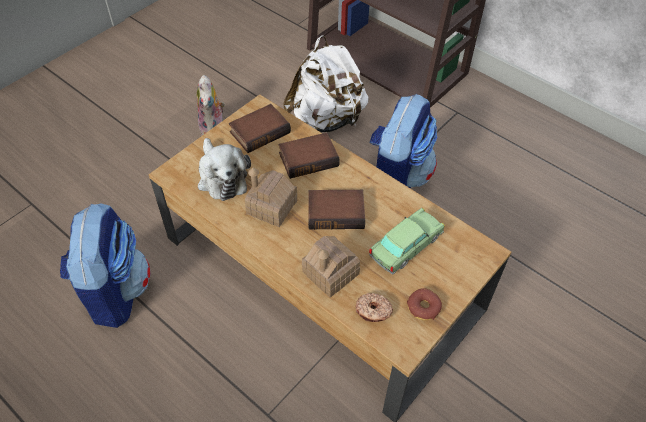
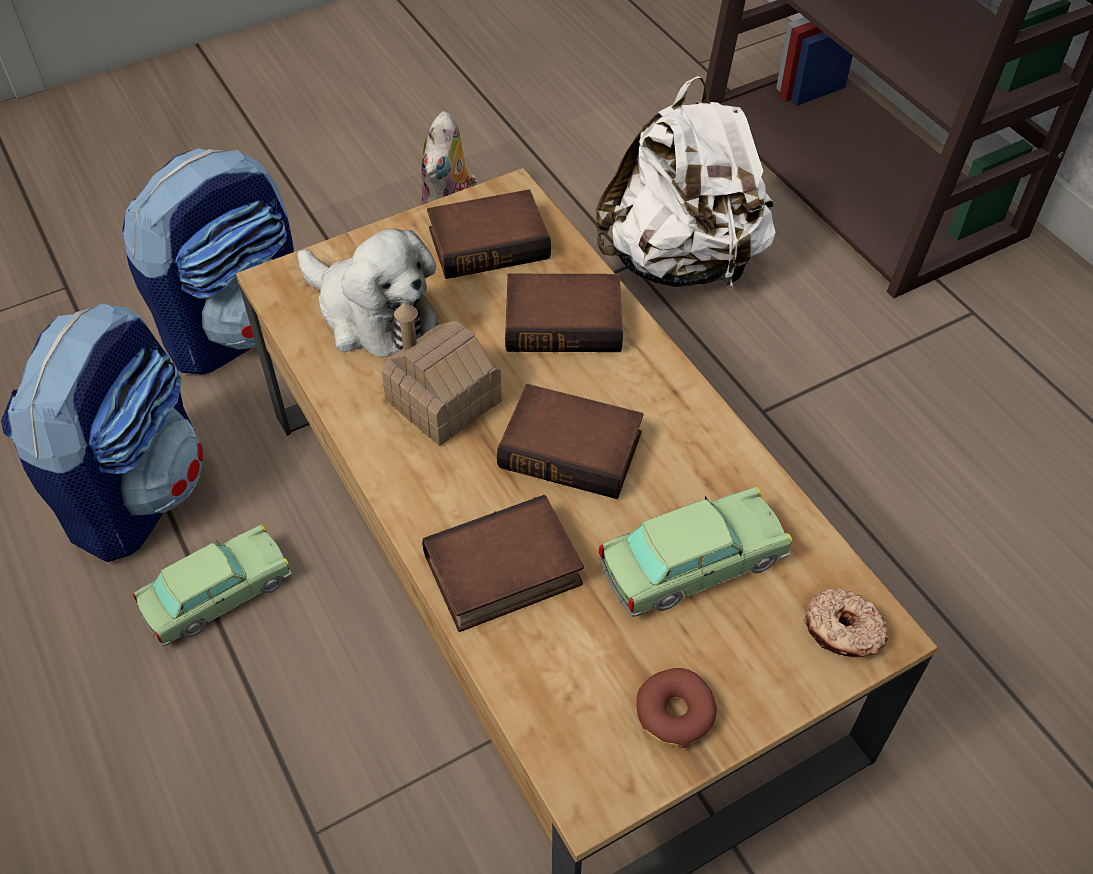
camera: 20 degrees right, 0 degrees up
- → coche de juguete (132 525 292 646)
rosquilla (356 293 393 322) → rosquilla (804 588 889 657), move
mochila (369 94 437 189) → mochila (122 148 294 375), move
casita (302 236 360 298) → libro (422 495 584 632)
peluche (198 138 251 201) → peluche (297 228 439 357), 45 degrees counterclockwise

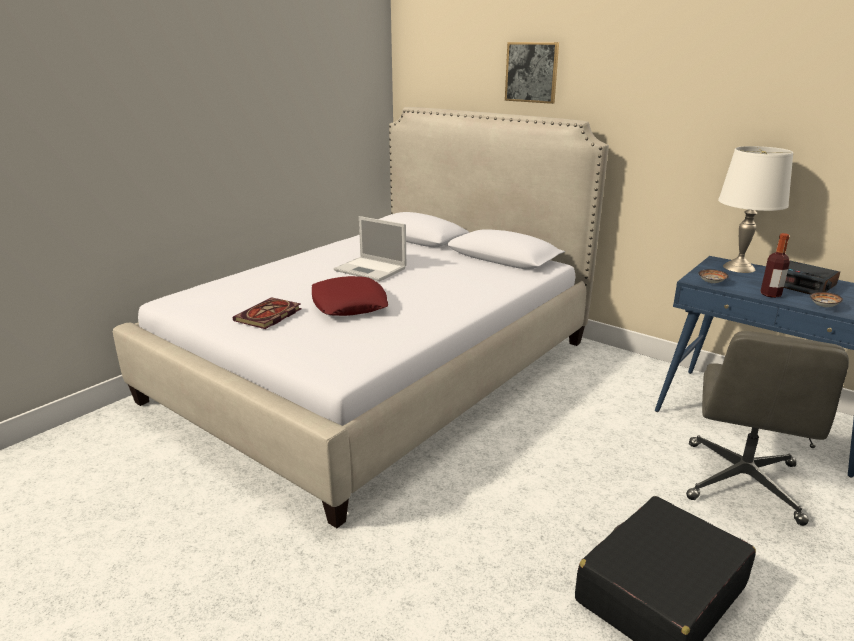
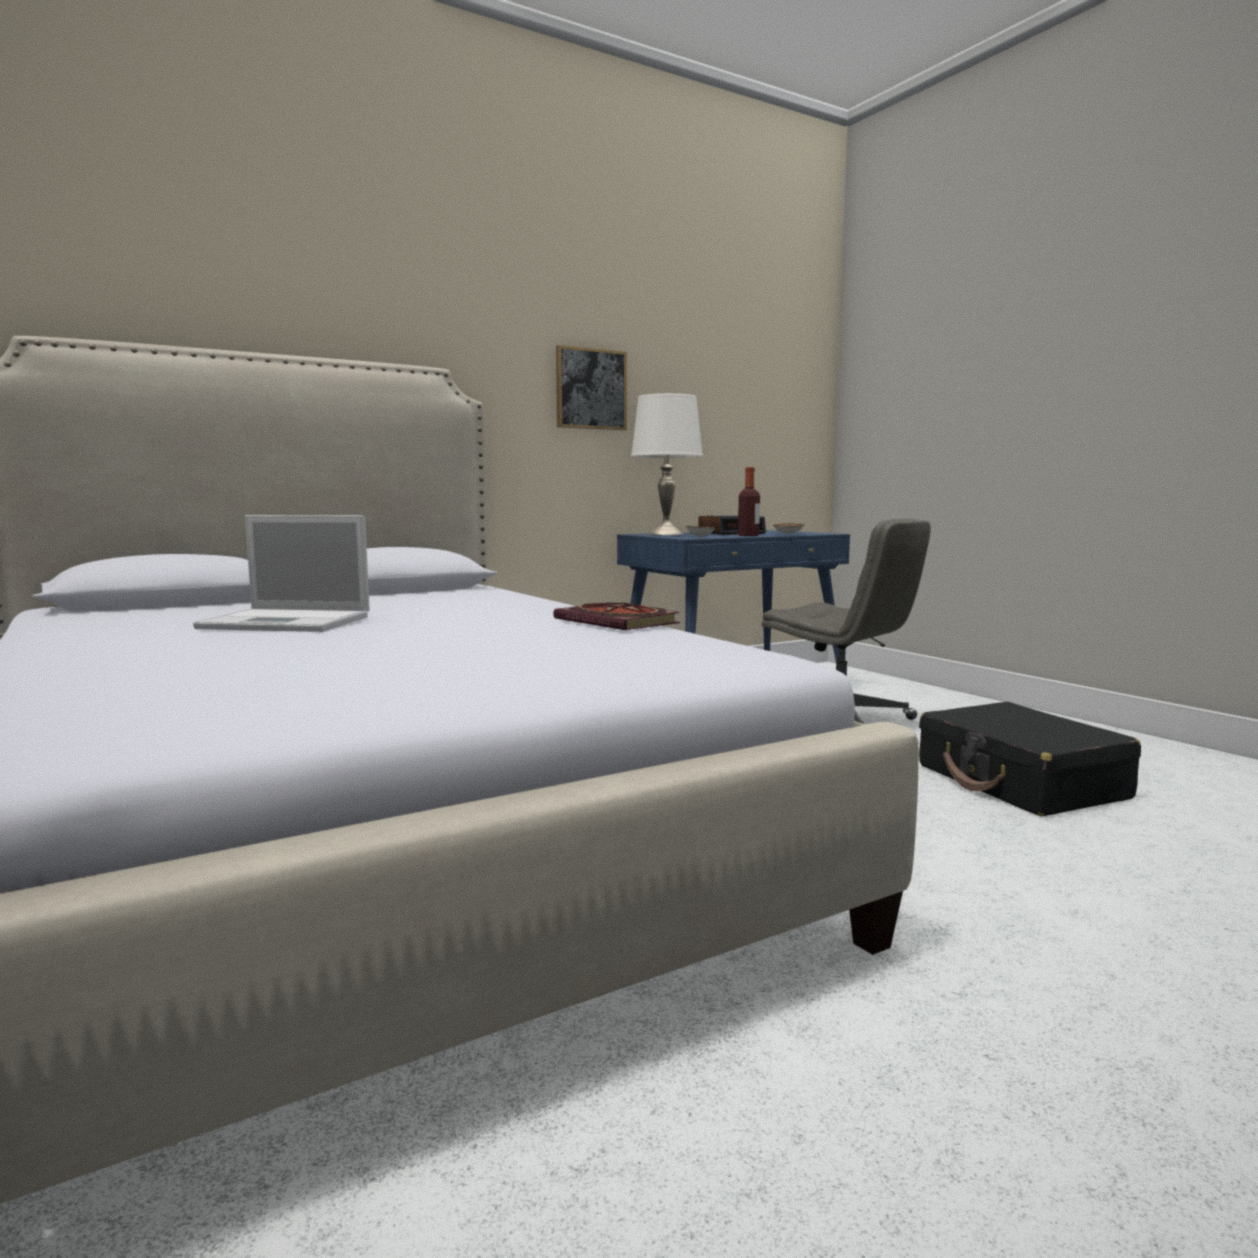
camera: 70 degrees left, 15 degrees down
cojín/rojo (312 276 388 316) → -
libro (233 297 302 329) → libro (553 602 680 630), move
cuadro (505 42 559 104) → cuadro (556 345 627 430), move
portátil (334 216 406 281) → portátil (193 515 370 632), 45 degrees clockwise

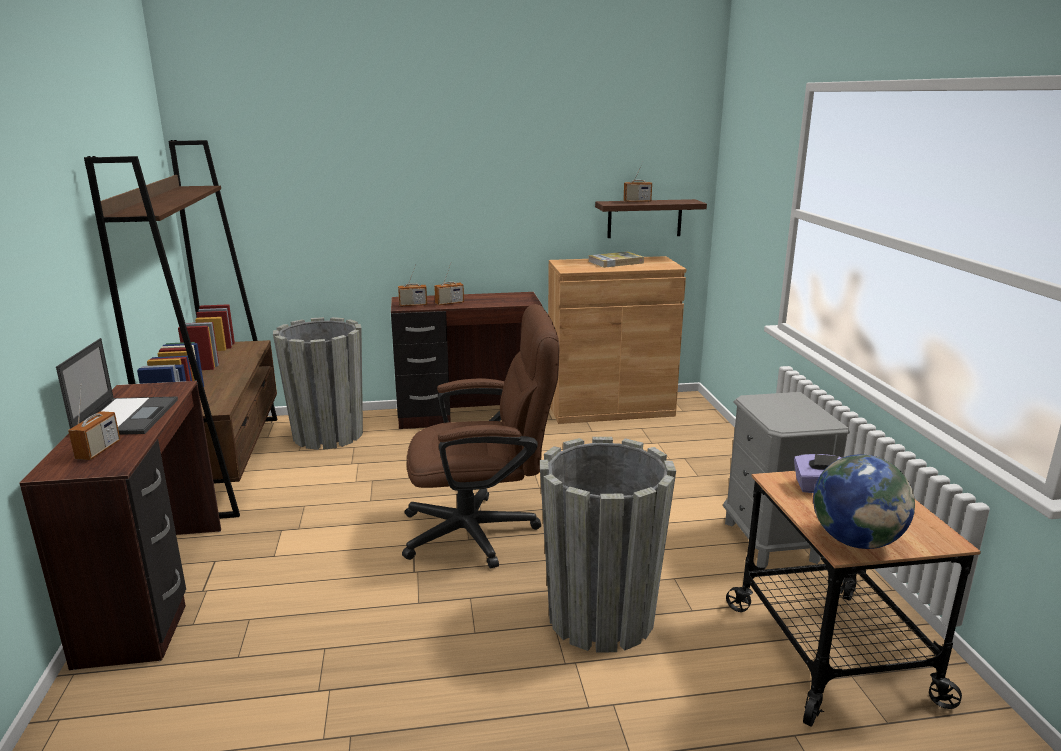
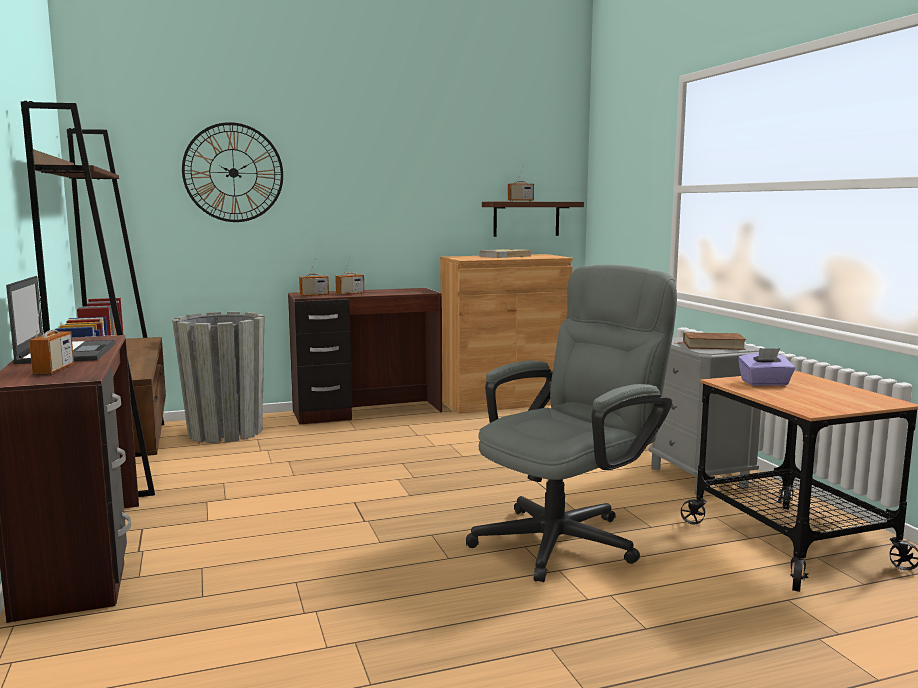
camera: 10 degrees left, 10 degrees down
silla de oficina/marrón (402 304 559 569) → -
globo terráqueo (813 454 915 549) → -
- → reloj de pared (182 122 283 222)
- → libro/marrón (676 332 746 350)
maceta/gris (540 437 676 652) → silla de oficina/gris (466 265 677 582)

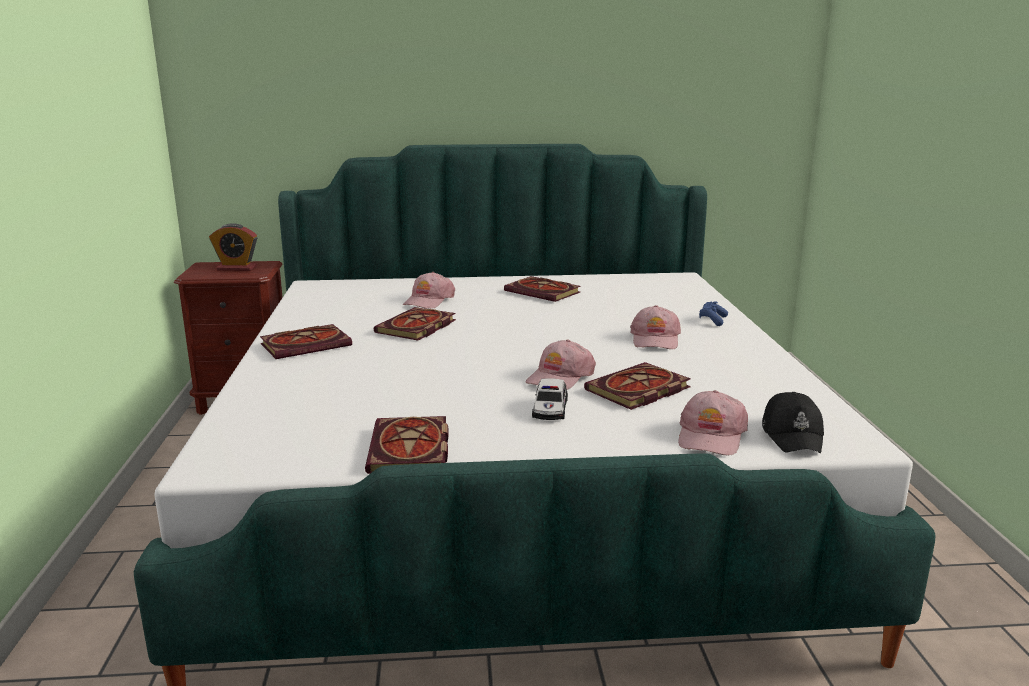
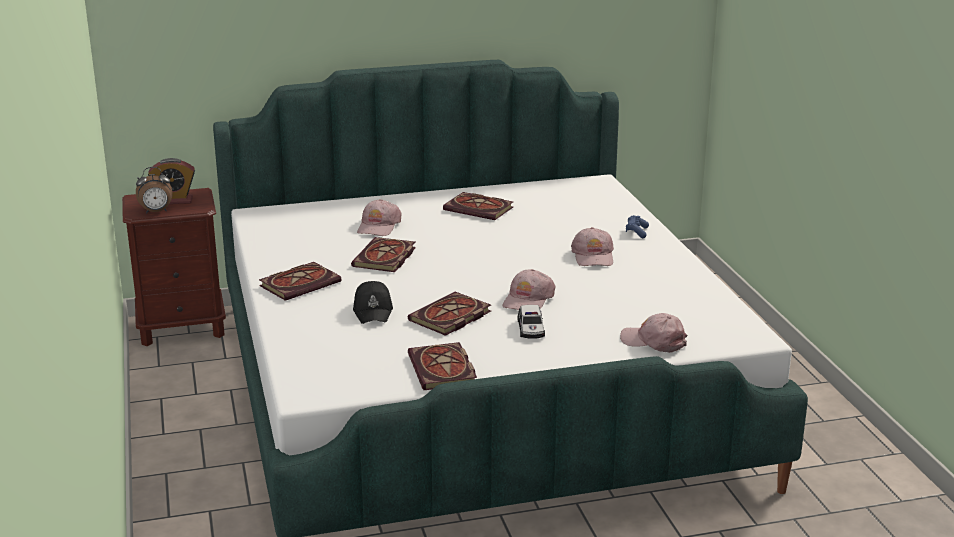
camera: 10 degrees left, 5 degrees up
- → despertador (136 167 173 214)
libro (584 362 691 410) → libro (408 292 491 336), move
gorra/negro (762 392 824 453) → gorra/negro (353 281 393 324), move
gorra/rosa (678 390 748 455) → gorra/rosa (620 313 687 353), 105 degrees clockwise

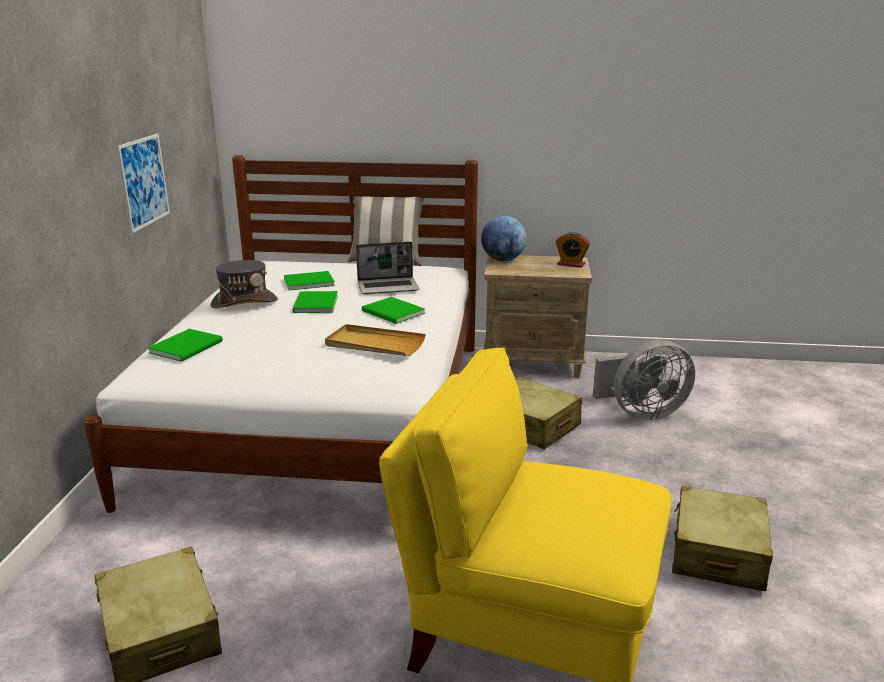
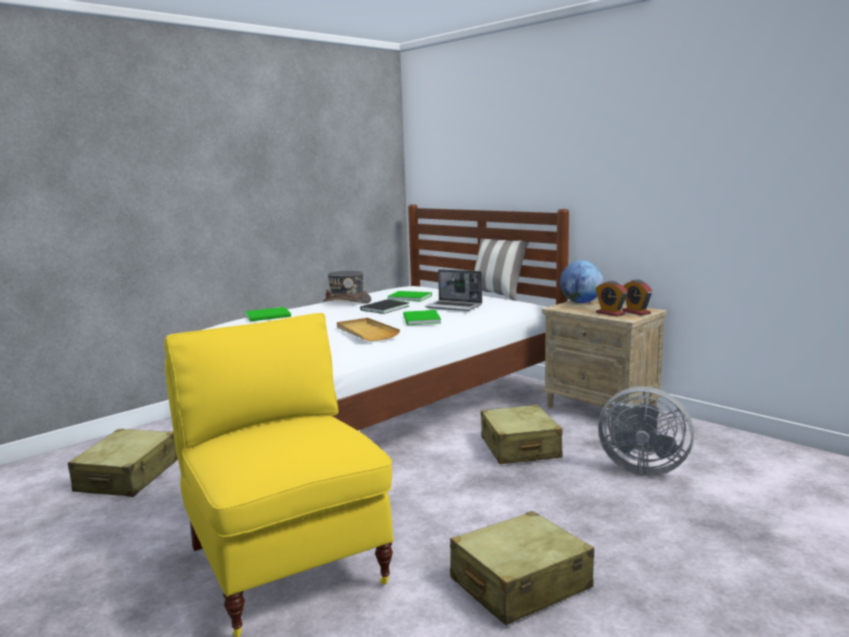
camera: 40 degrees right, 10 degrees down
cuadro (116 134 170 233) → -
- → despertador (596 281 628 316)
libro/verde (292 291 338 313) → libro/negro (360 300 409 314)

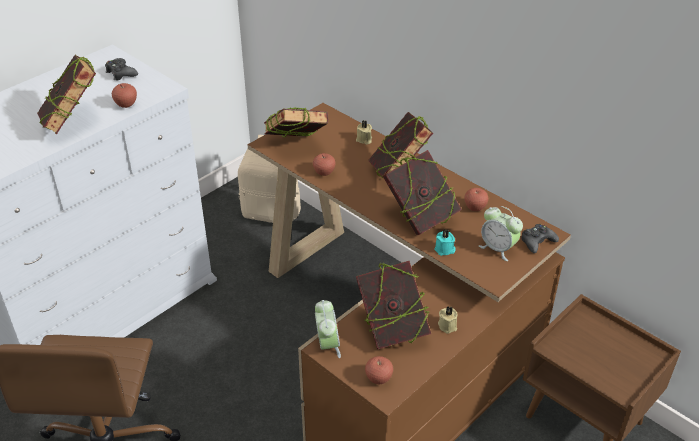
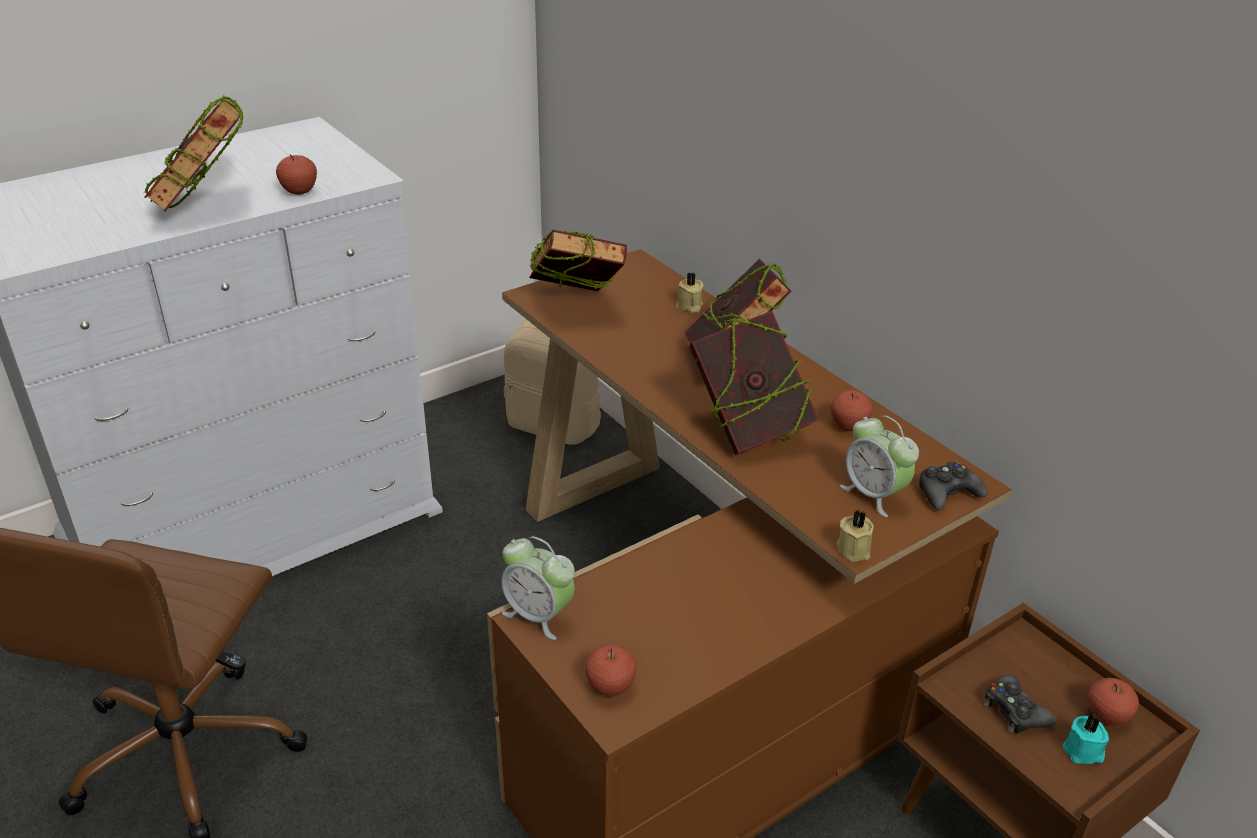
camera: 10 degrees right, 5 degrees down
libro (356 261 431 349) → -
mando de consola/negro (105 58 138 81) → mando de consola/negro (984 675 1056 733), move
manzana (313 153 335 176) → manzana (1088 678 1139 725), move
vela/turquesa (434 229 456 256) → vela/turquesa (1063 715 1109 764), move
vela/beis (438 306 458 334) → vela/beis (837 510 874 562), move
despertador (315 300 341 358) → despertador (501 536 575 640), 120 degrees clockwise

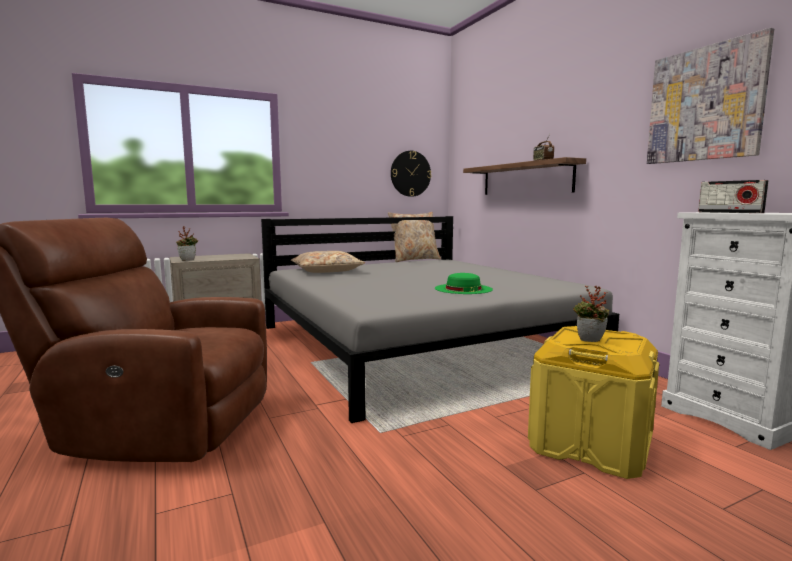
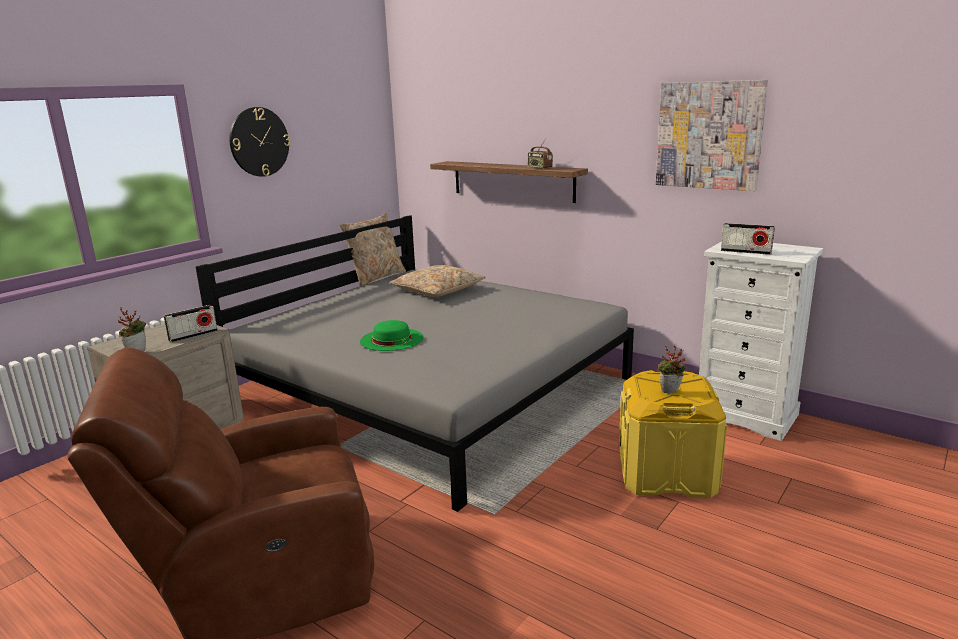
camera: 25 degrees left, 10 degrees up
- → radio (164 305 217 342)
cojín/beis (291 251 365 273) → cojín/beis (389 265 486 297), move
reloj de pared (391 151 431 197) → reloj de pared (229 107 290 177), move
sombrero/verde (435 273 493 294) → sombrero/verde (360 320 423 351), move

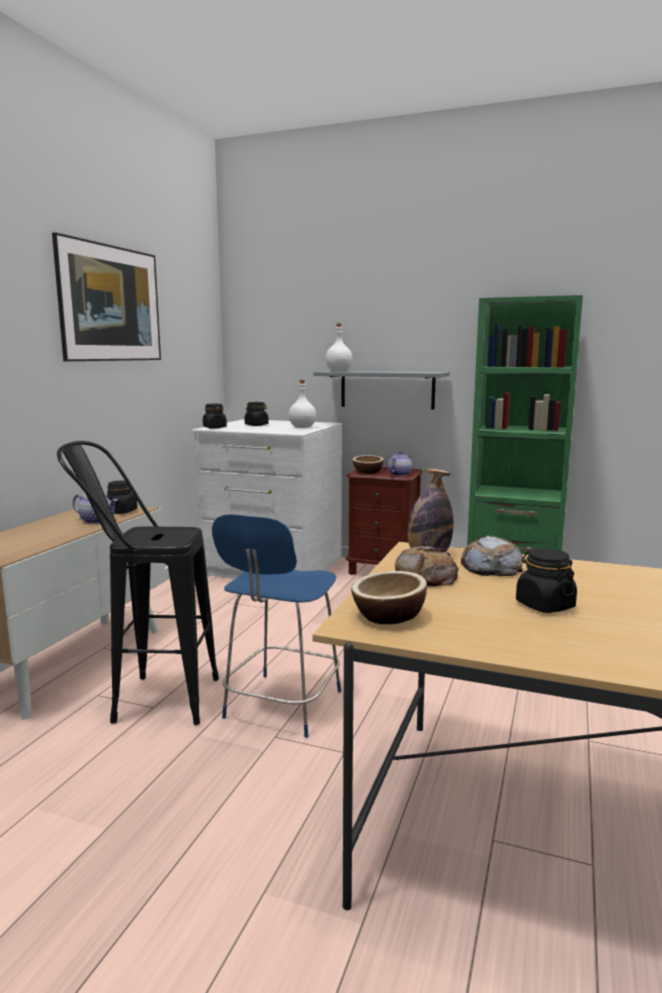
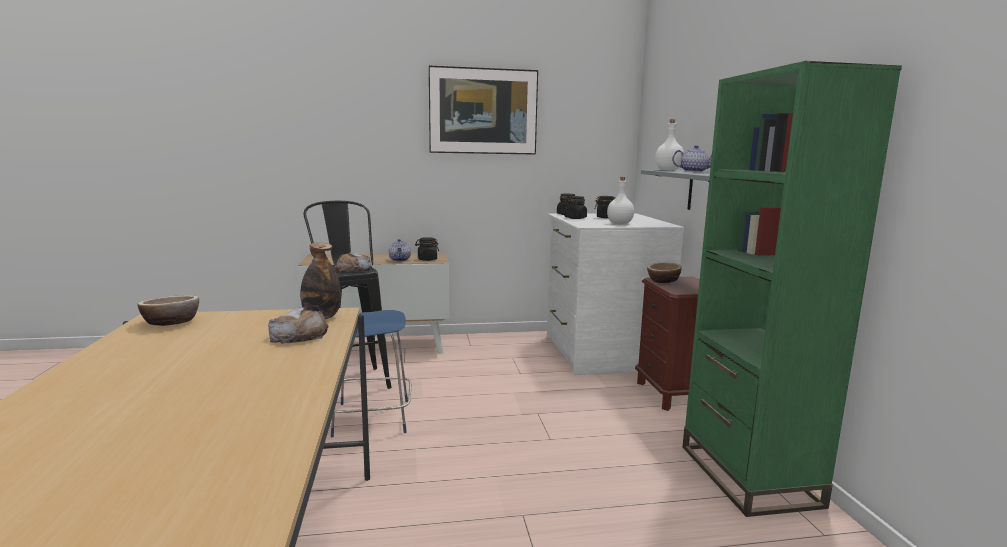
camera: 60 degrees right, 0 degrees up
tetera (388 451 412 476) → tetera (672 145 712 172), move
pan (395 546 458 587) → pan (335 253 371 272), move
tarro/negro (516 548 577 613) → tarro/negro (565 196 587 219), move

